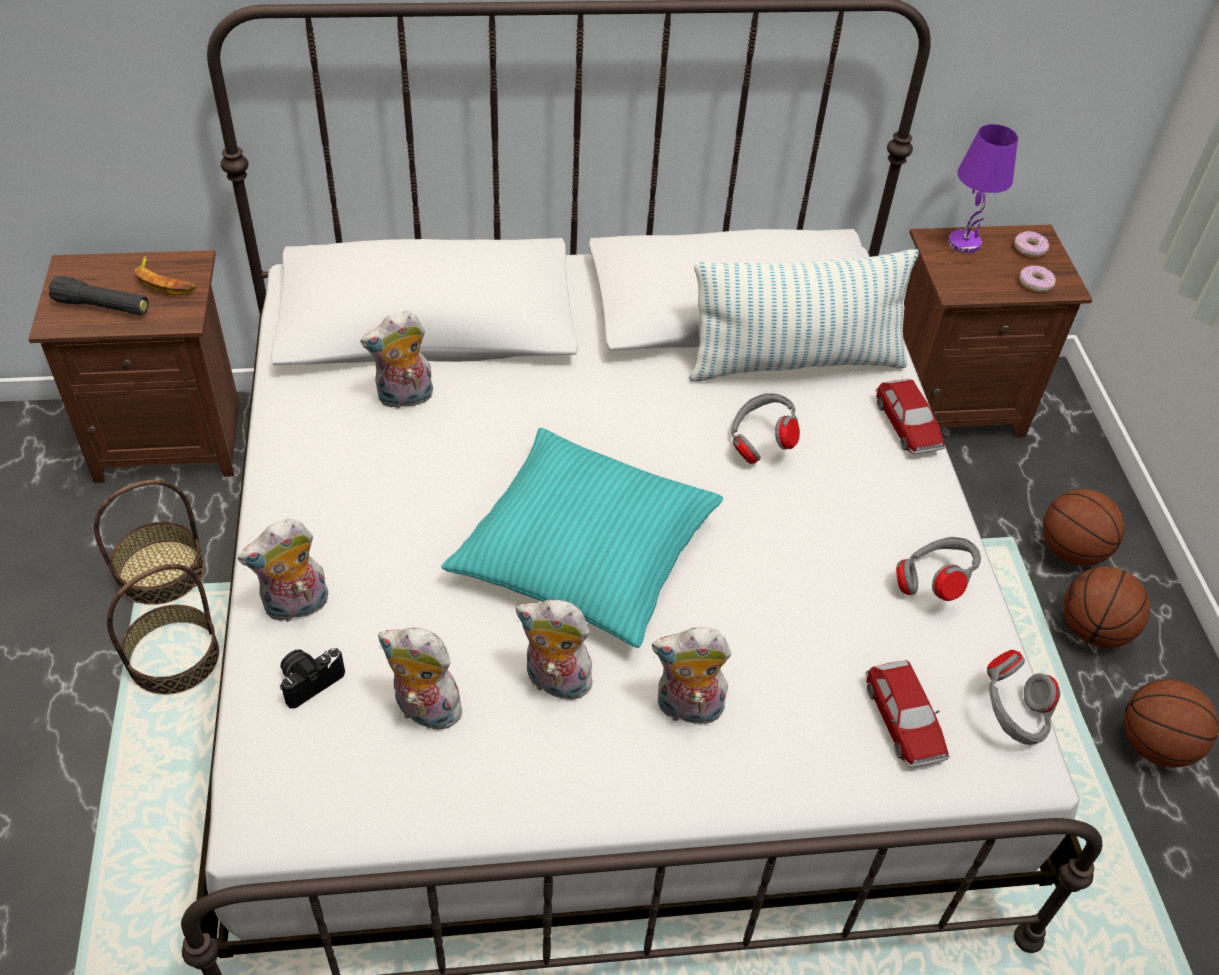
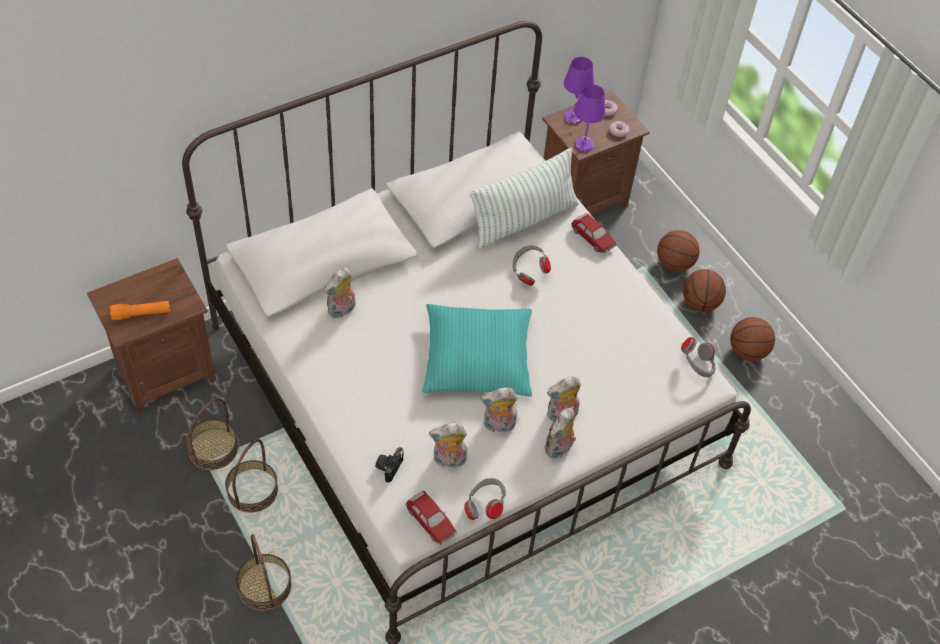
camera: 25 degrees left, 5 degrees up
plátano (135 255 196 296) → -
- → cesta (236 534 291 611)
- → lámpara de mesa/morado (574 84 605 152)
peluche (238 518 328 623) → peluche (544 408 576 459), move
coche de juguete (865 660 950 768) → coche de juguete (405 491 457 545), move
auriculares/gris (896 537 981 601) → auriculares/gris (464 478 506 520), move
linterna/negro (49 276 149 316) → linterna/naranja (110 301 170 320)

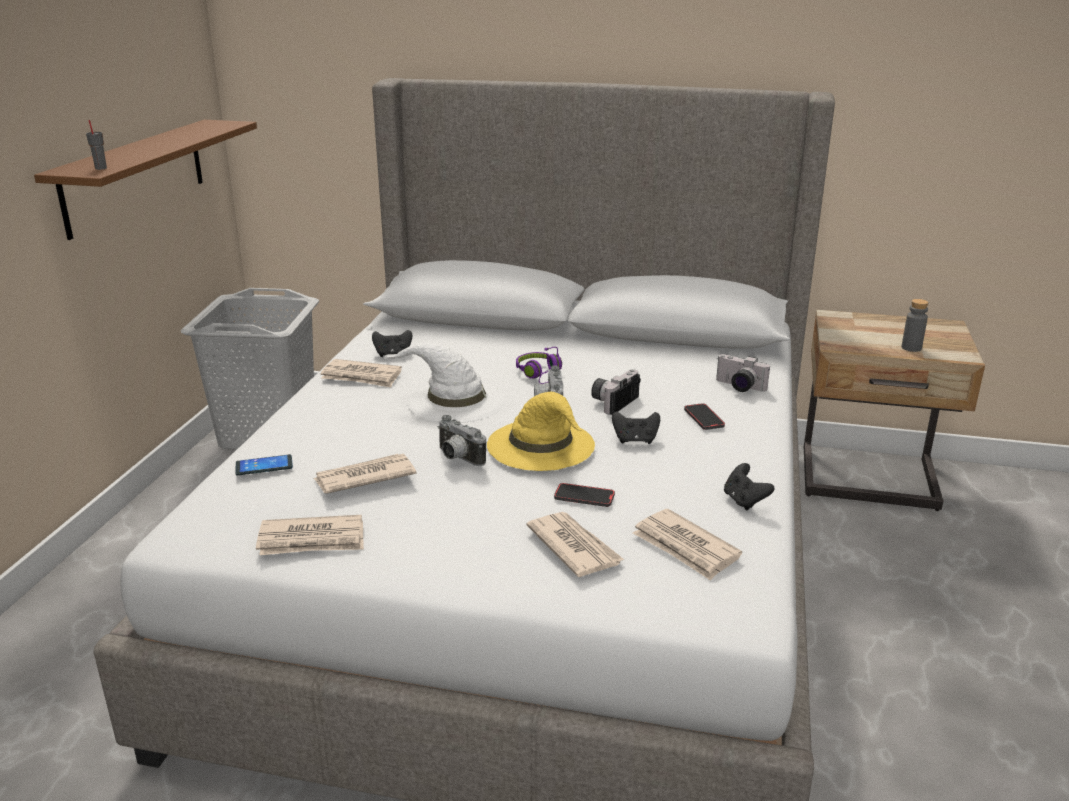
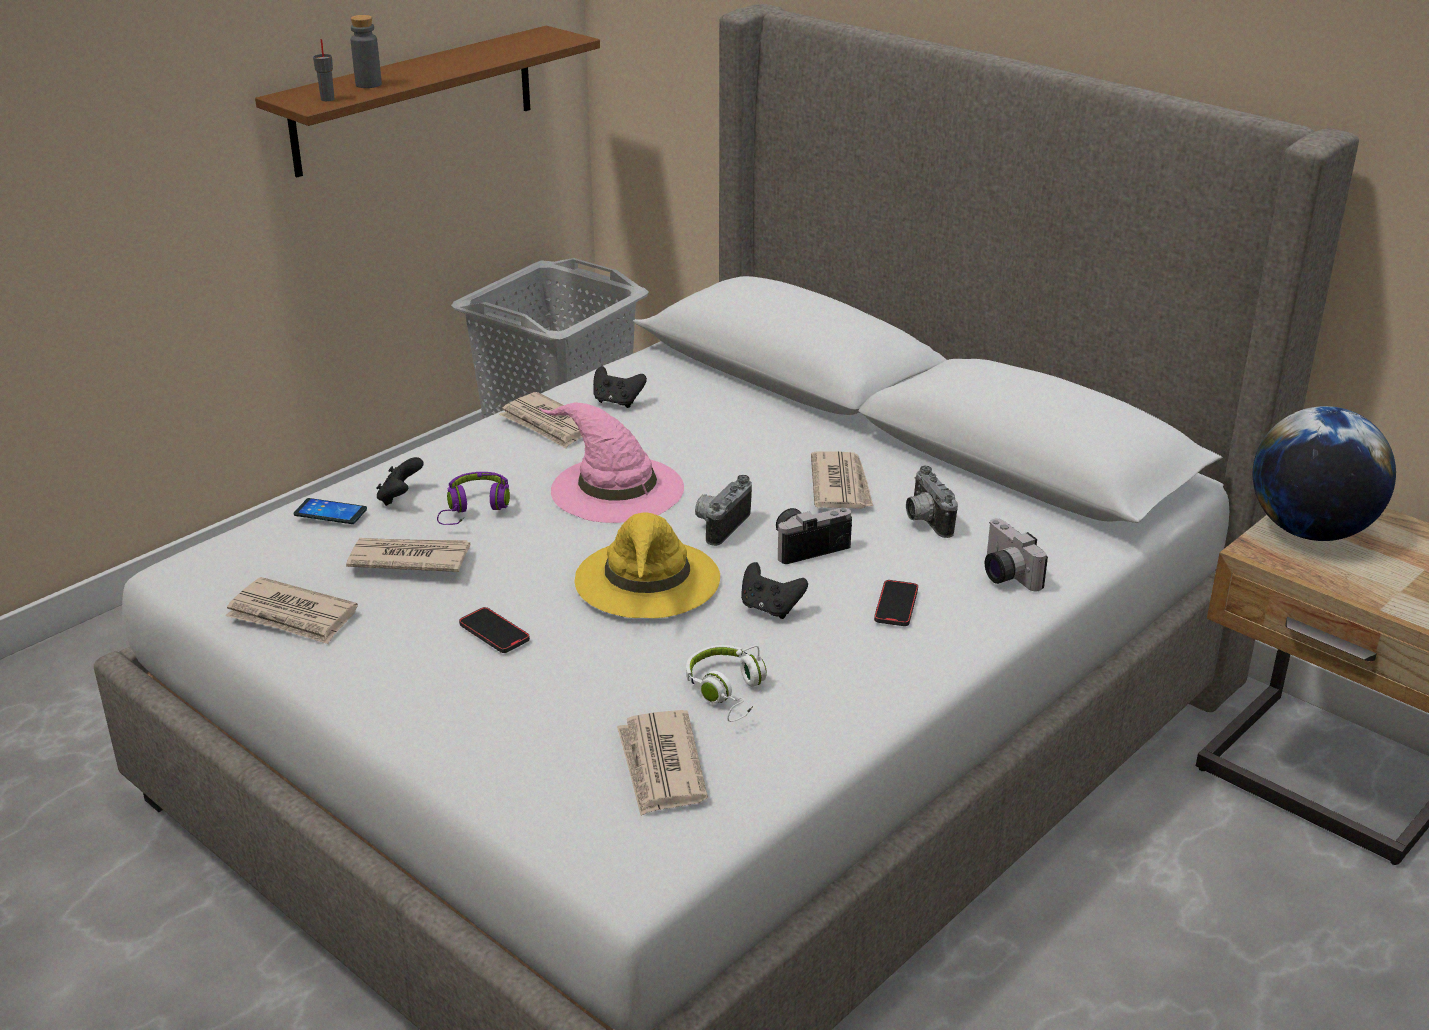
camera: 30 degrees right, 5 degrees up
- → auriculares/blanco (686 645 767 722)
- → globo terráqueo (1253 406 1396 541)
cámara (438 415 487 466) → cámara (906 465 958 538), move
auriculares/morado (516 347 562 384) → auriculares/morado (437 472 510 525), move
periódico (526 512 624 577) → periódico (811 451 873 509), move
móvil (554 483 615 507) → móvil (459 607 530 653), move
mando de consola/negro (724 463 775 510) → mando de consola/negro (376 457 424 506), move
botella/gris (902 299 928 352) → botella/gris (350 15 382 88), move
sombrero/blanco (382 342 506 423) → sombrero/rosa (539 402 684 523)

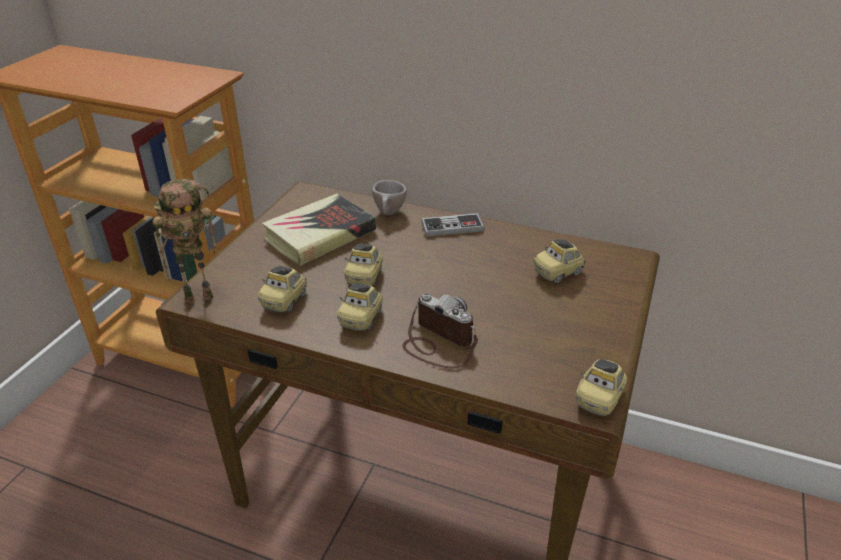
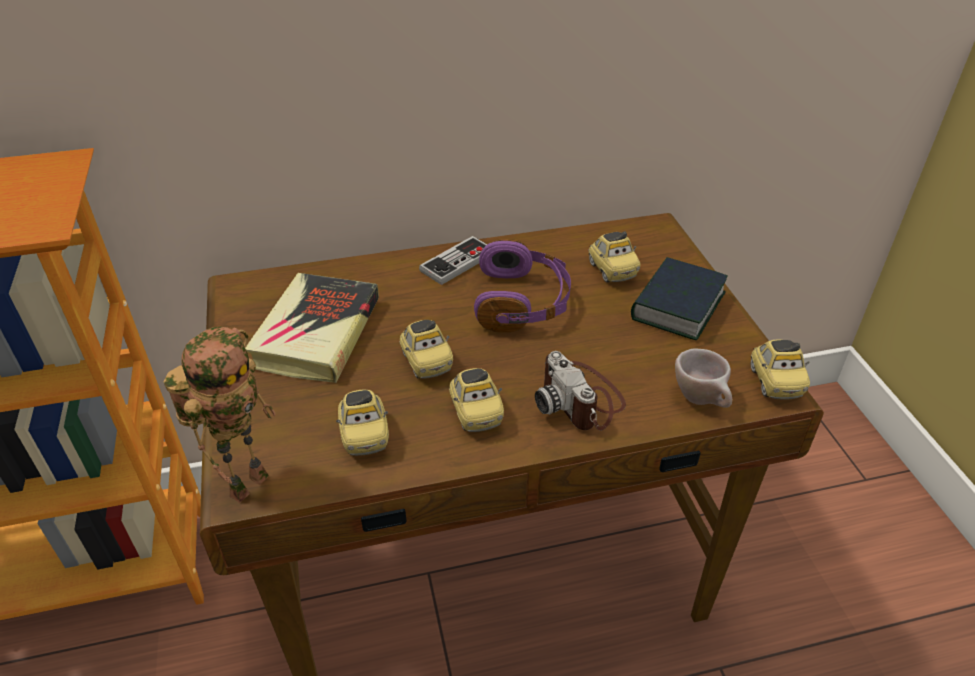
camera: 35 degrees left, 5 degrees up
- → auriculares/morado (474 239 571 333)
- → libro (631 257 728 340)
taza/beis (372 180 407 215) → taza/beis (675 349 732 408), move
cámara (402 294 478 368) → cámara (535 351 626 431), 120 degrees counterclockwise
coche de juguete (533 239 586 283) → coche de juguete (588 231 641 283), 45 degrees counterclockwise

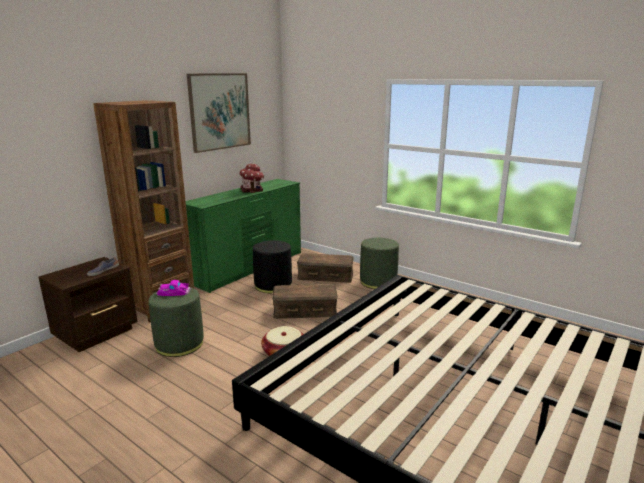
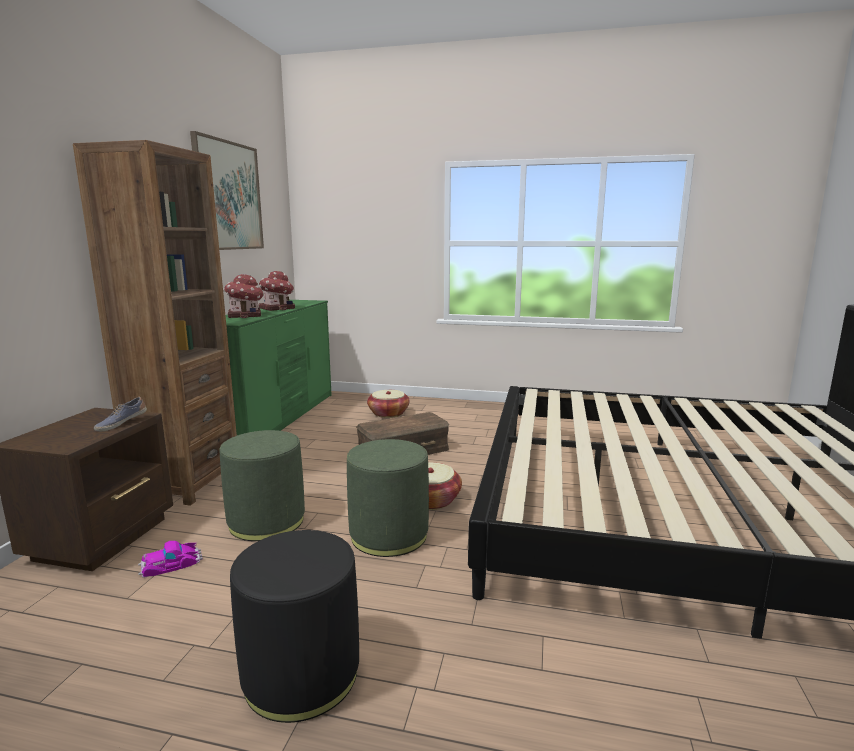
camera: 25 degrees left, 5 degrees down
- → casita (224 274 264 318)
coche de juguete (156 280 191 296) → coche de juguete (138 541 203 578), move
puf/negro (253 240 292 293) → puf/negro (230 530 359 723), move
puf/verde (360 238 399 289) → puf/verde (347 439 429 557), move
caja de almacenaje/marrón (297 253 354 283) → cesta (367 390 410 418)

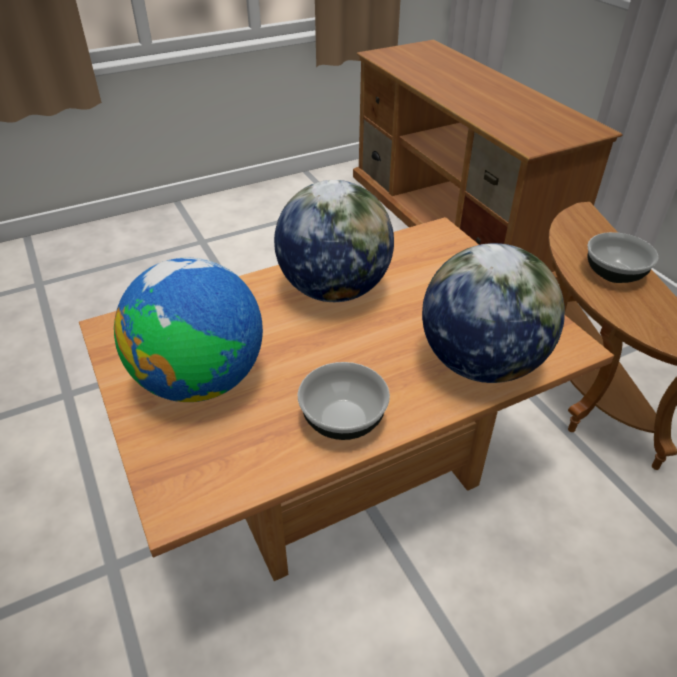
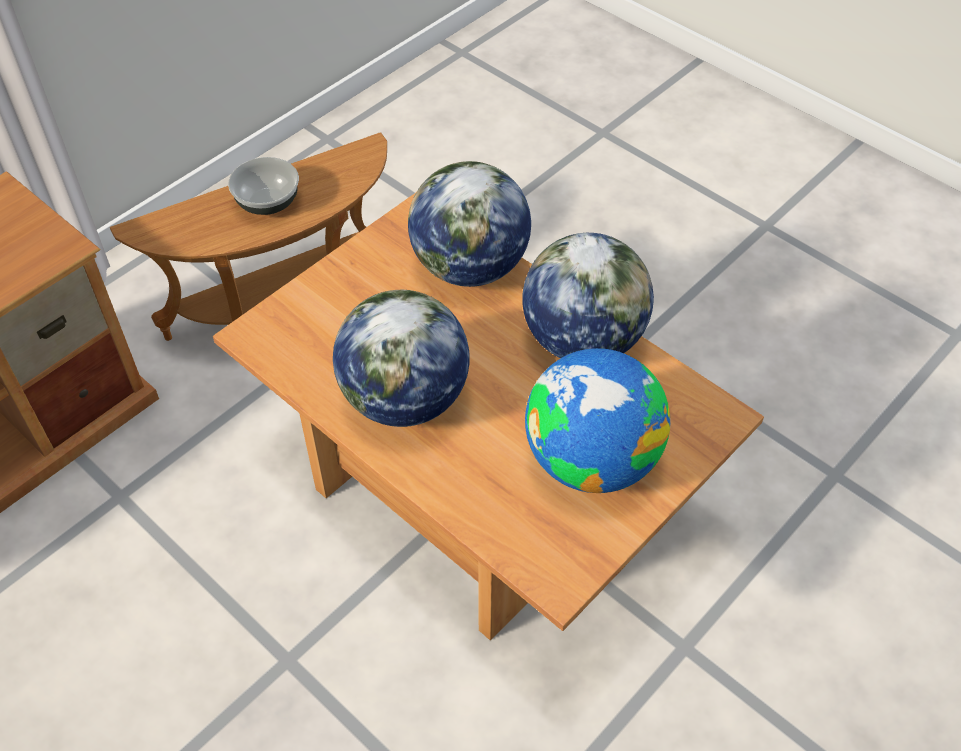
camera: 110 degrees left, 10 degrees up
cuenco (298 362 390 440) → globo terráqueo (522 233 654 358)

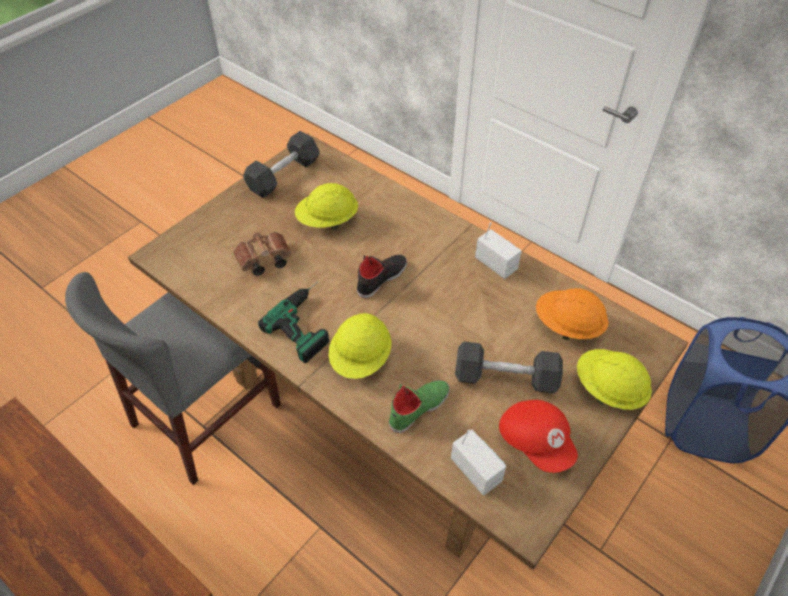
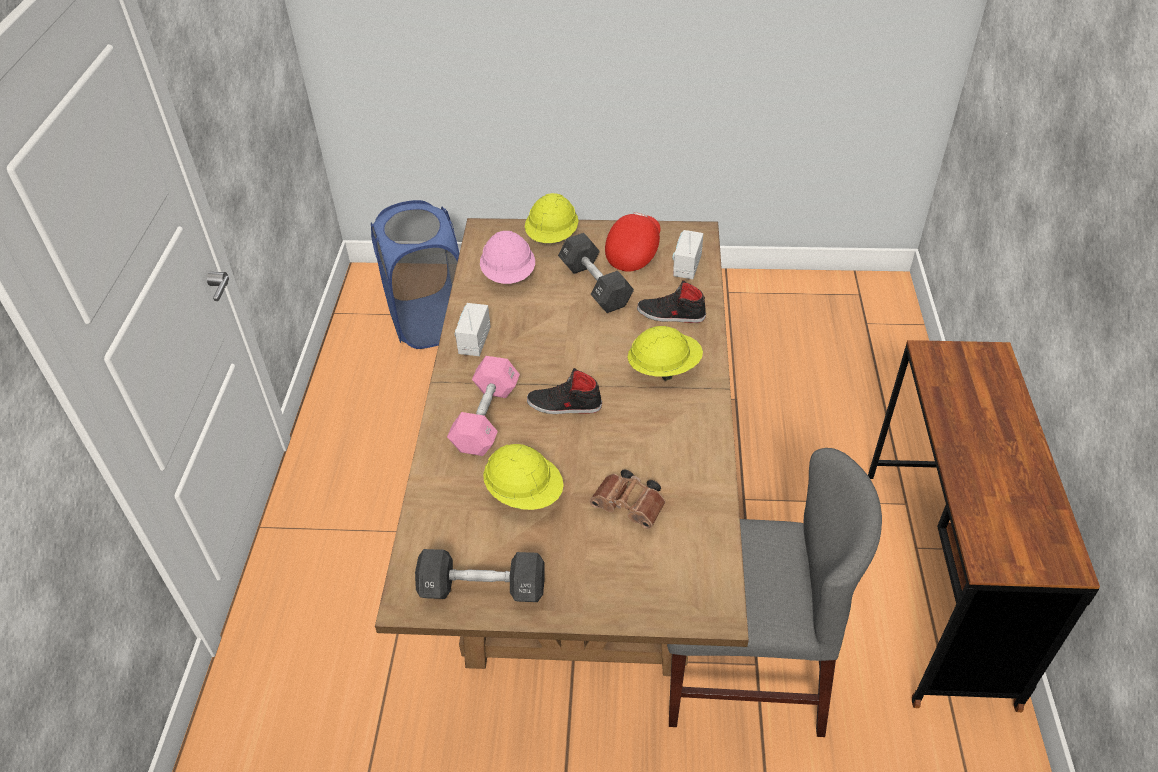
camera: 125 degrees left, 5 degrees down
taladro (258 282 329 363) → -
- → mancuerna/rosa (447 356 520 456)
zapato/verde (389 380 450 433) → zapato/negro (637 280 706 323)
casco/naranja (536 288 609 341) → casco/rosa (480 231 535 284)

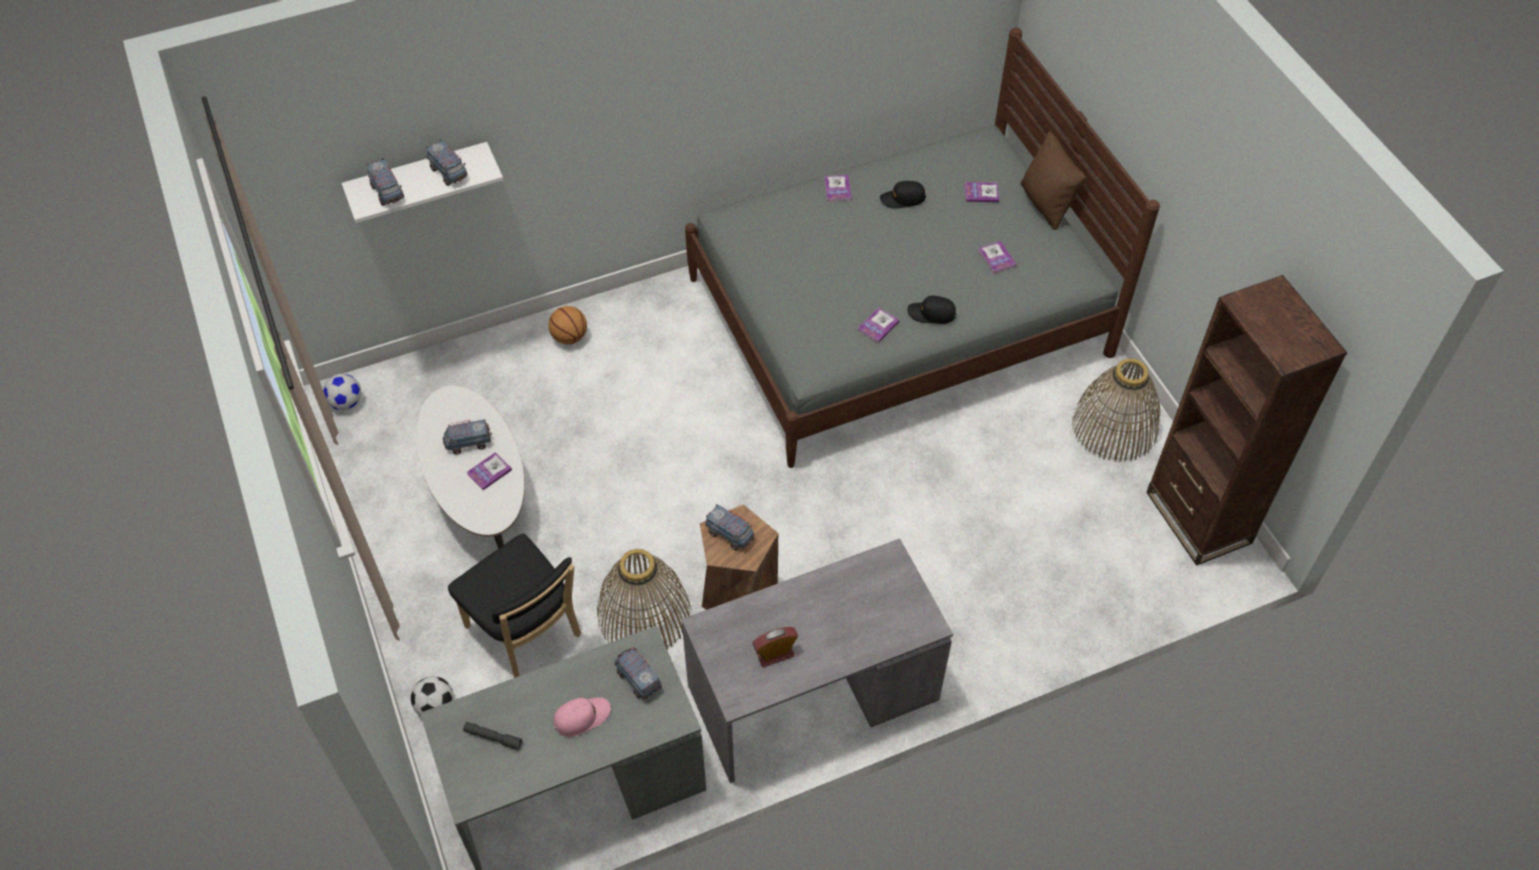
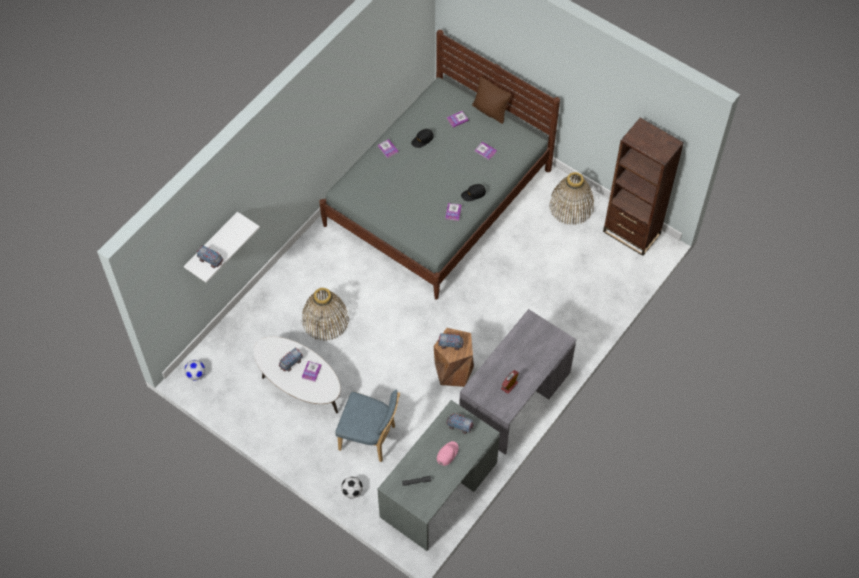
camera: 30 degrees left, 5 degrees up
camión de juguete (426 139 468 186) → -
balón de baloncesto (548 306 587 345) → -
cesta (597 549 691 650) → cesta (302 288 349 341), move
silla/negro (448 534 581 678) → silla/azul (335 390 400 462)

